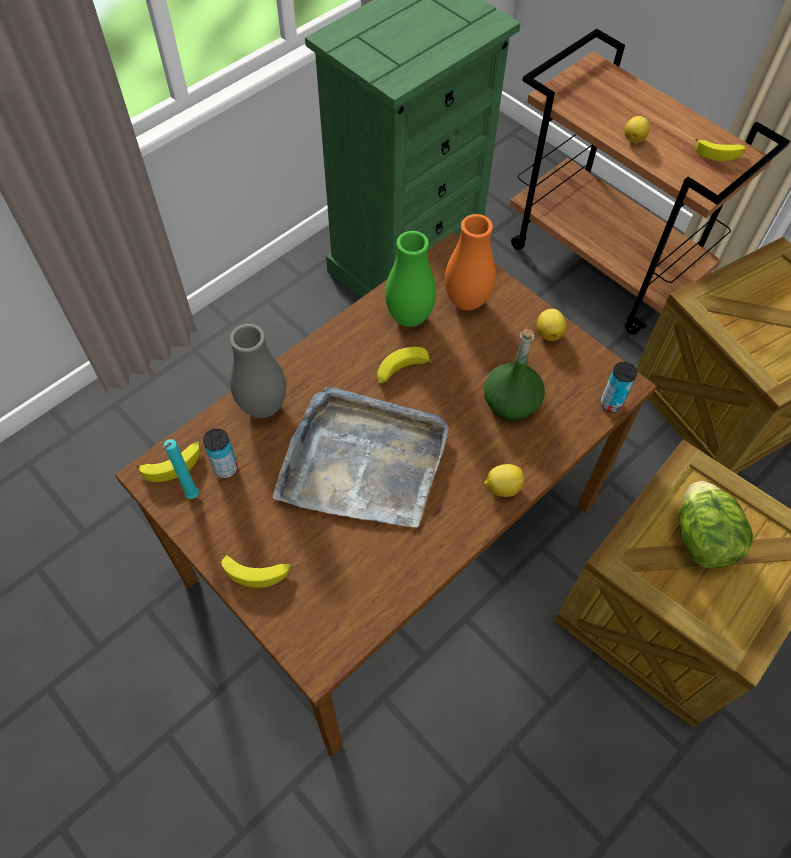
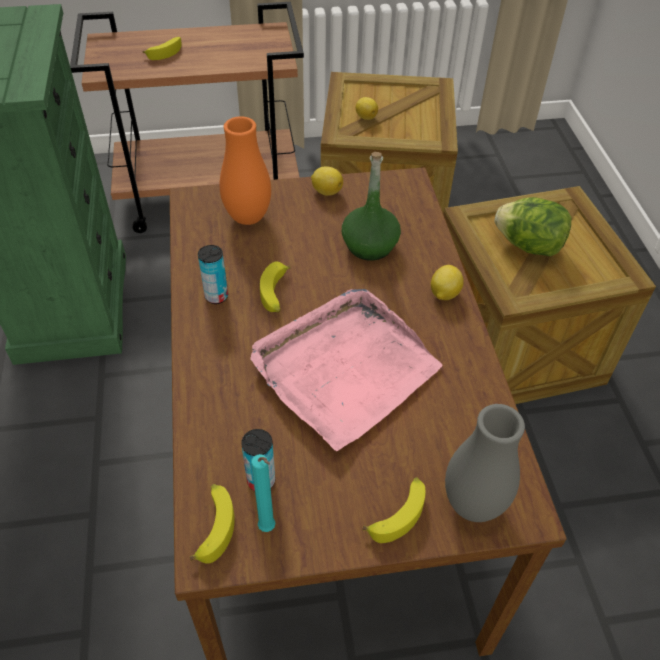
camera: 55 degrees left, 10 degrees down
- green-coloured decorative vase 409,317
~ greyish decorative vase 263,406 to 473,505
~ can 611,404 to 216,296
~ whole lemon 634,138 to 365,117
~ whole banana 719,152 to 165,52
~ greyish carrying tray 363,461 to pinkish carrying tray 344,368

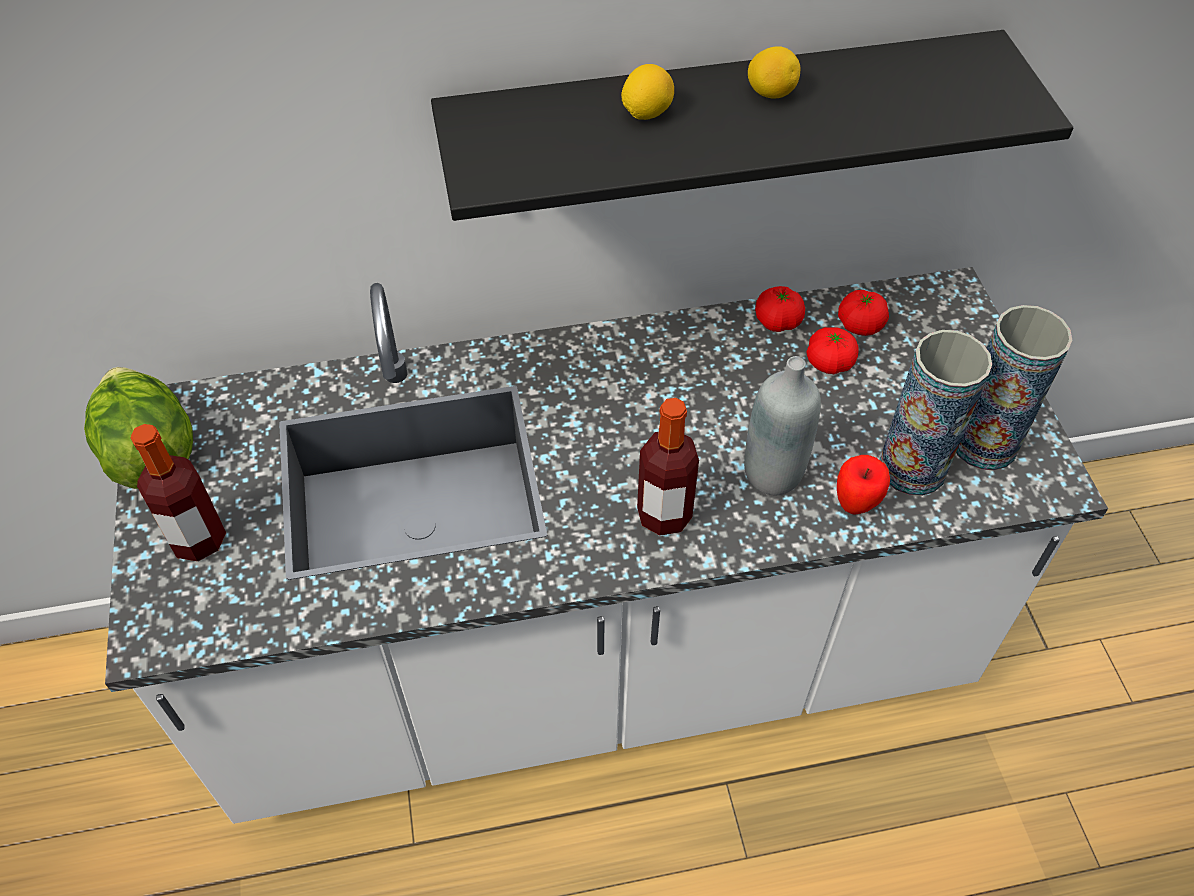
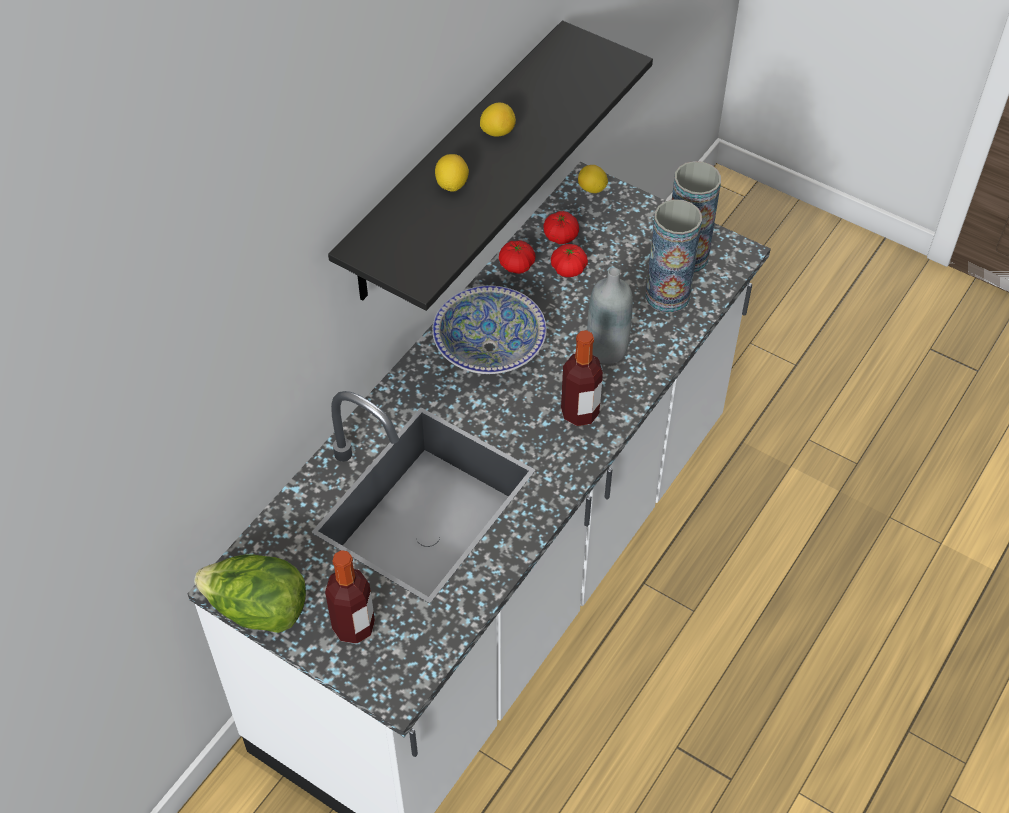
camera: 45 degrees left, 0 degrees up
- whole apple 855,505
+ serving bowl 489,347
+ whole lemon 592,189

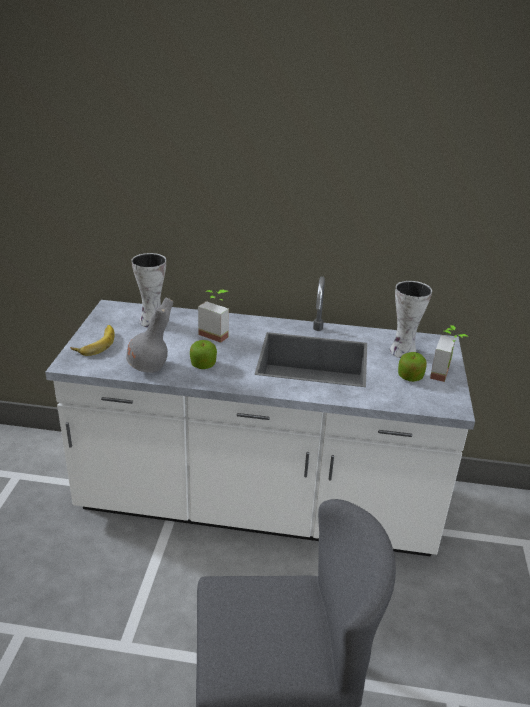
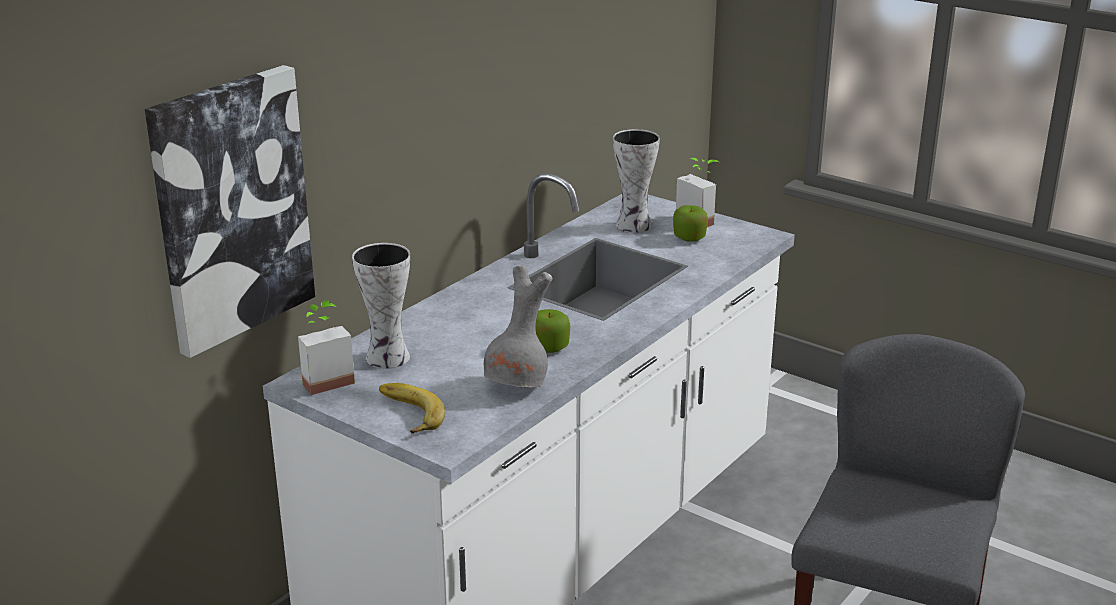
camera: 60 degrees left, 5 degrees down
+ wall art 231,208
~ plant in a pot 216,333 to 325,380

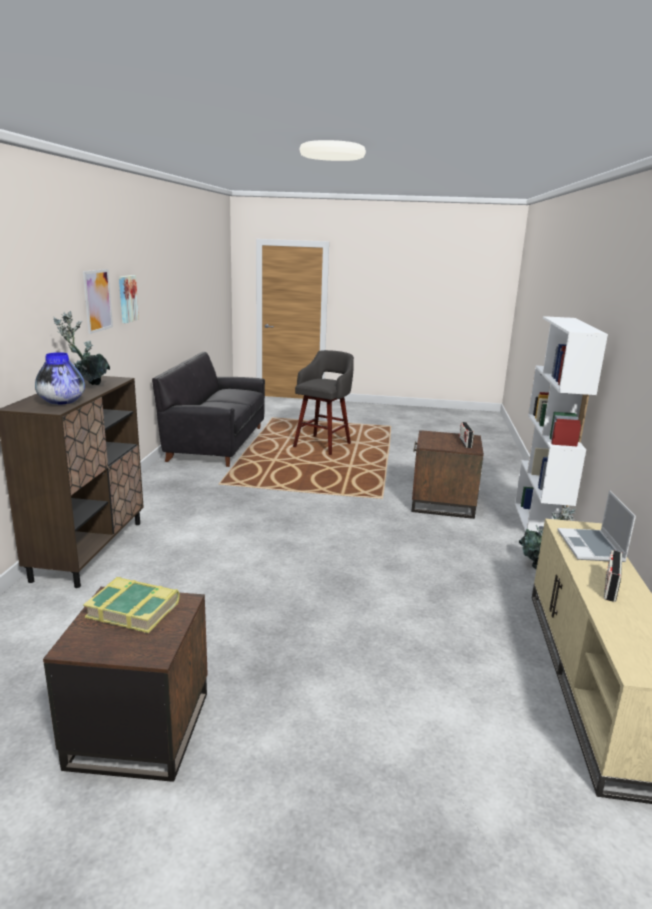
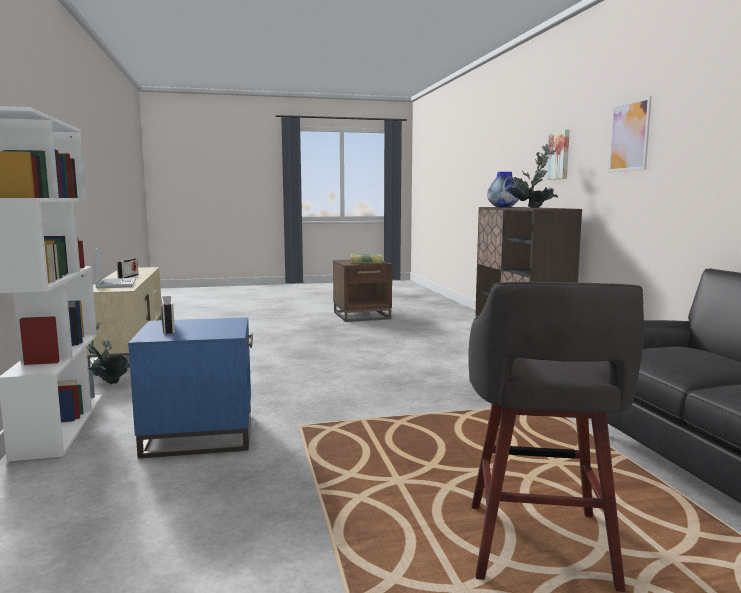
camera: 160 degrees right, 10 degrees down
~ wall art 127,298 to 559,155
~ brown-coloured side table 442,504 to blue side table 199,434

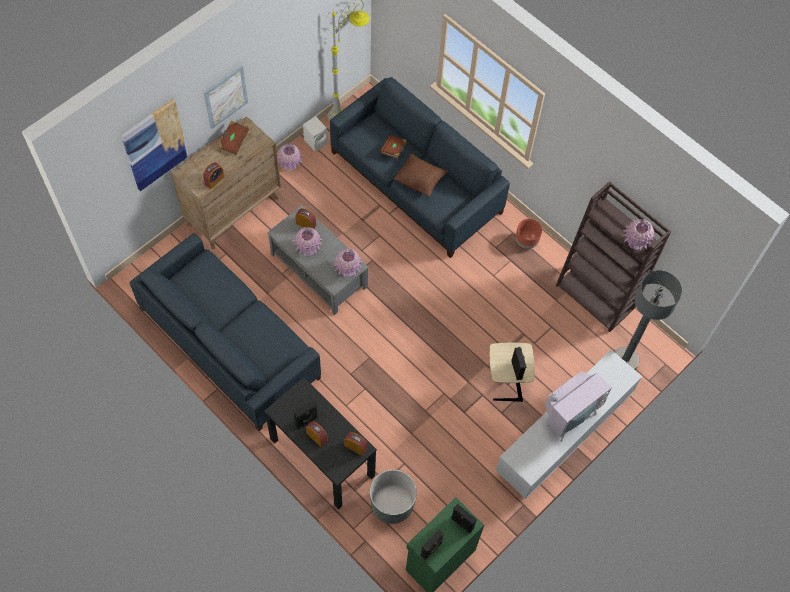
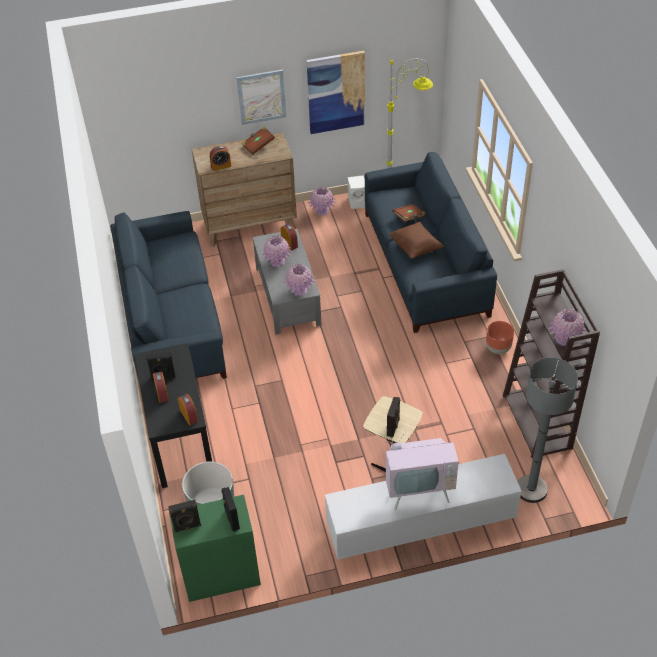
camera: 35 degrees right, 15 degrees down
~ wall art 154,145 to 336,92

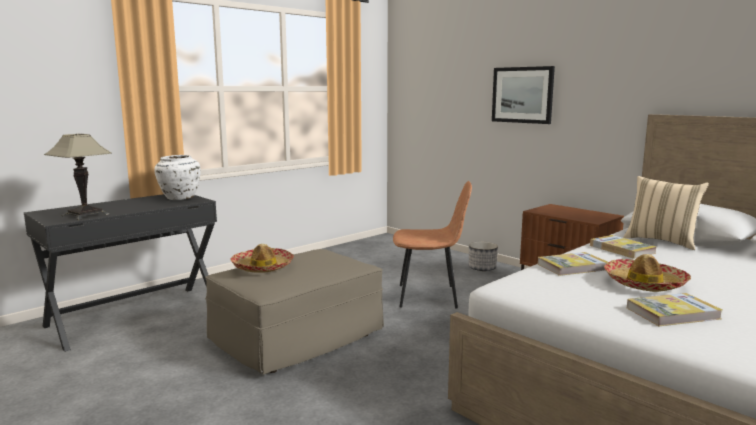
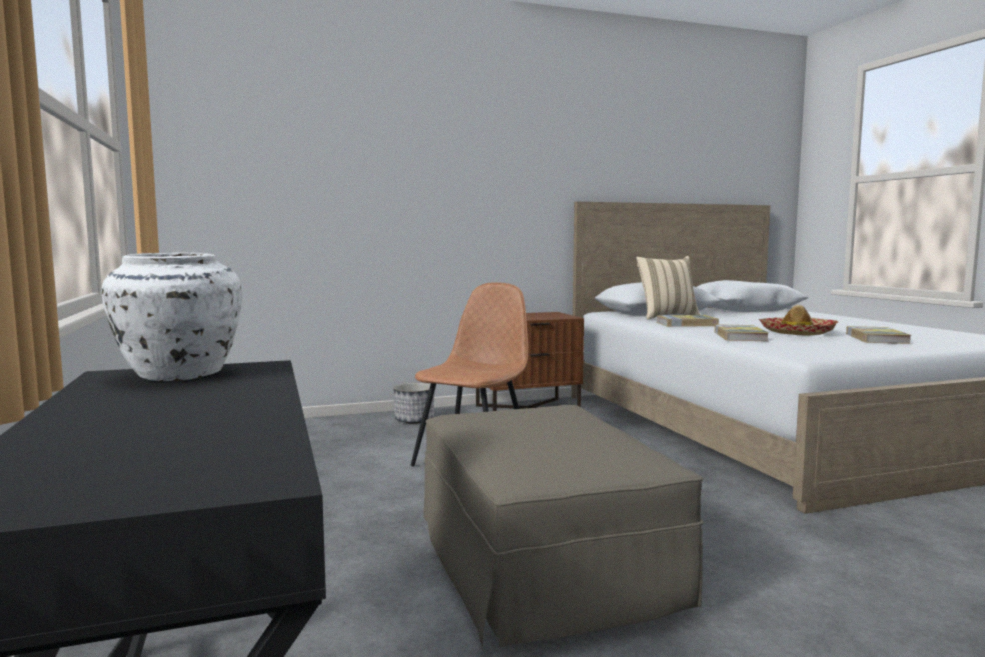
camera: 65 degrees left, 5 degrees down
- table lamp 85,215
- wearable hat 263,267
- wall art 522,95

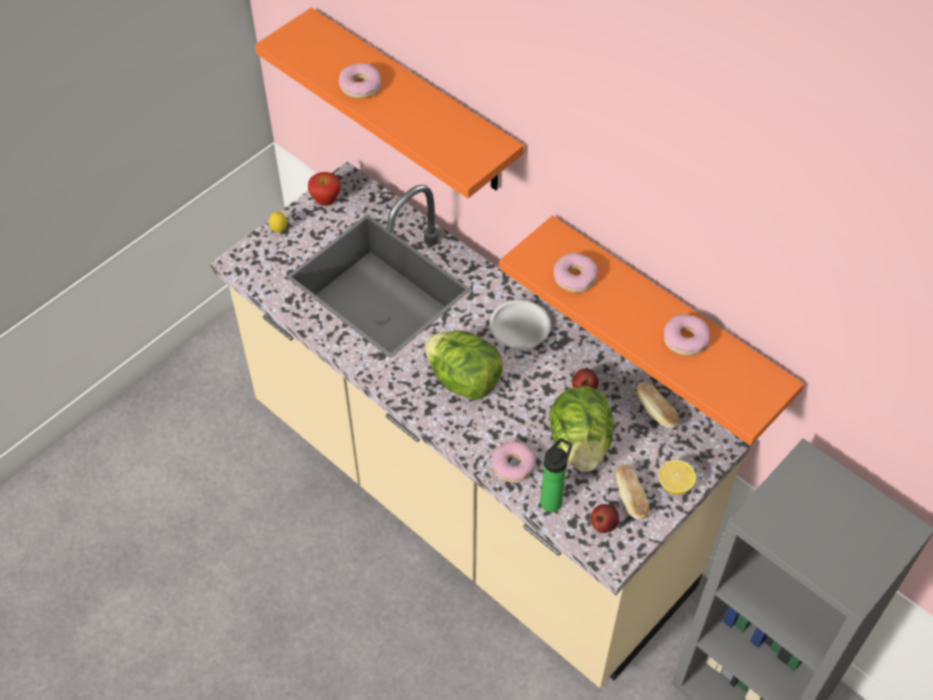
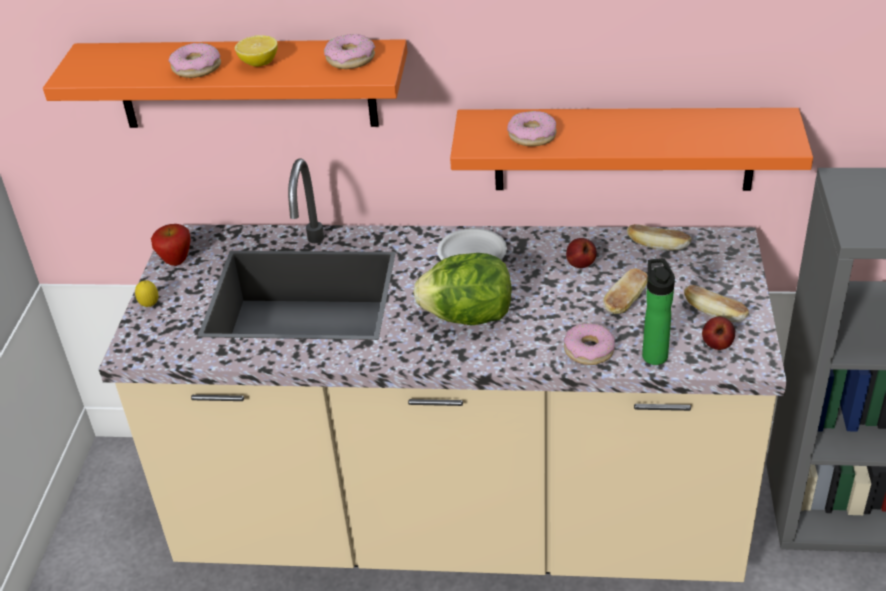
camera: 35 degrees left, 15 degrees down
~ whole lemon 675,484 to 259,63
~ doughnut 685,340 to 350,59
~ head of lettuce 580,444 to baked bread 625,302

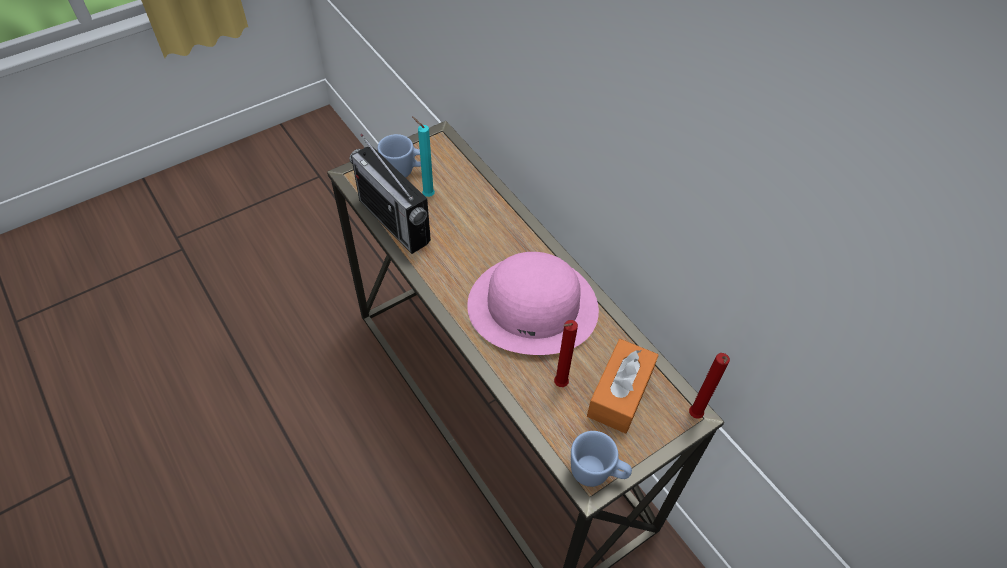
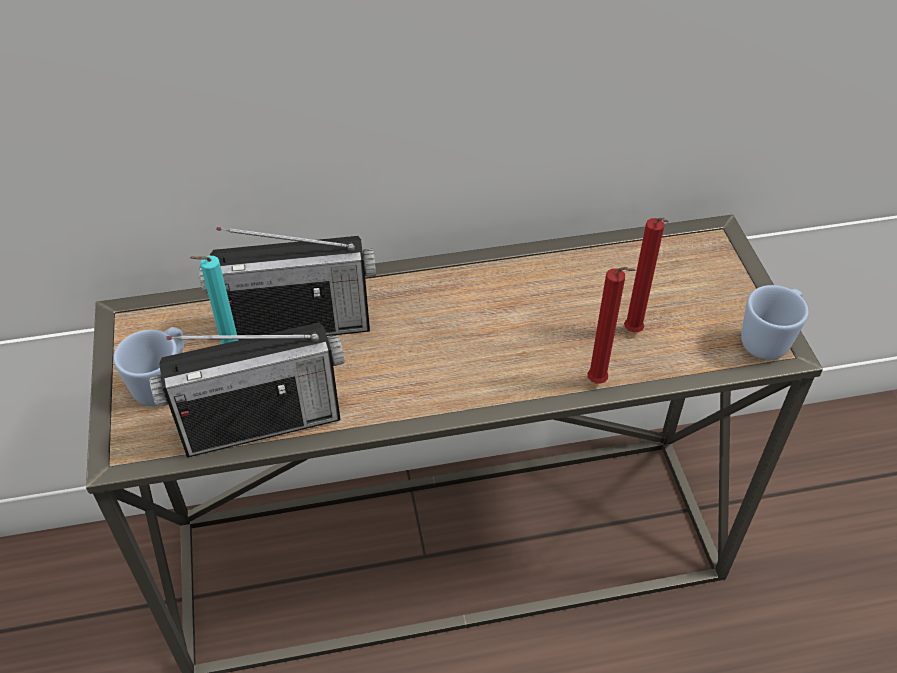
camera: 65 degrees left, 5 degrees down
- pinkish wearable hat 533,306
- orange-coloured tissue box 620,393
+ radio 298,326
~ reddish wax candle 694,416 to 599,383

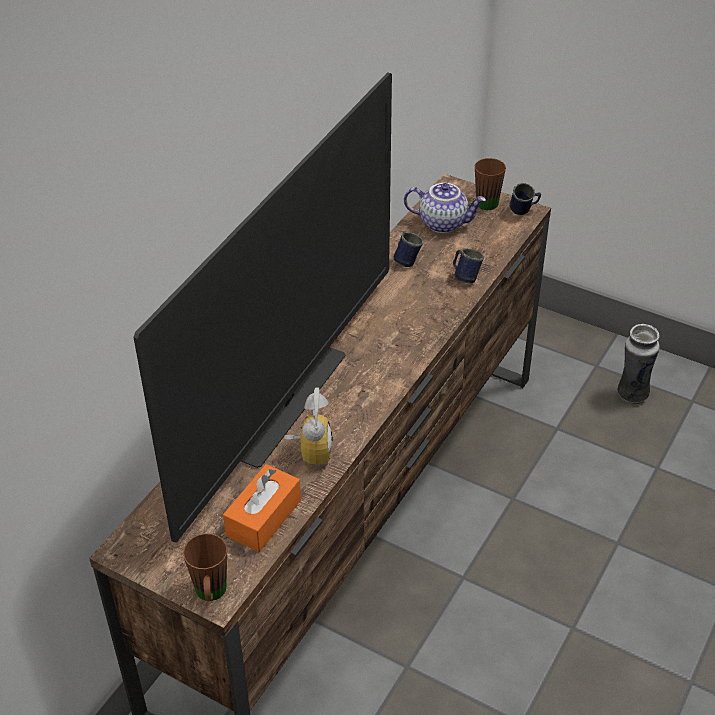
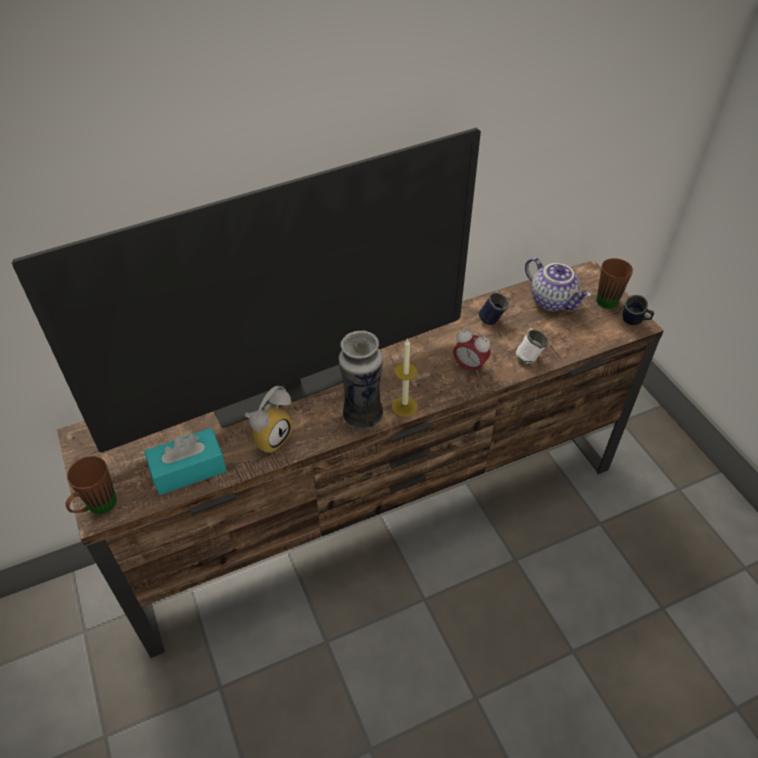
camera: 35 degrees right, 5 degrees up
+ wax candle 404,406
+ table clock 469,366
~ decorative vase 631,395 to 362,417
~ orange-coloured tissue box 263,518 to blue-green tissue box 188,469
~ blue coffee mug 465,277 to whitish coffee mug 528,355

